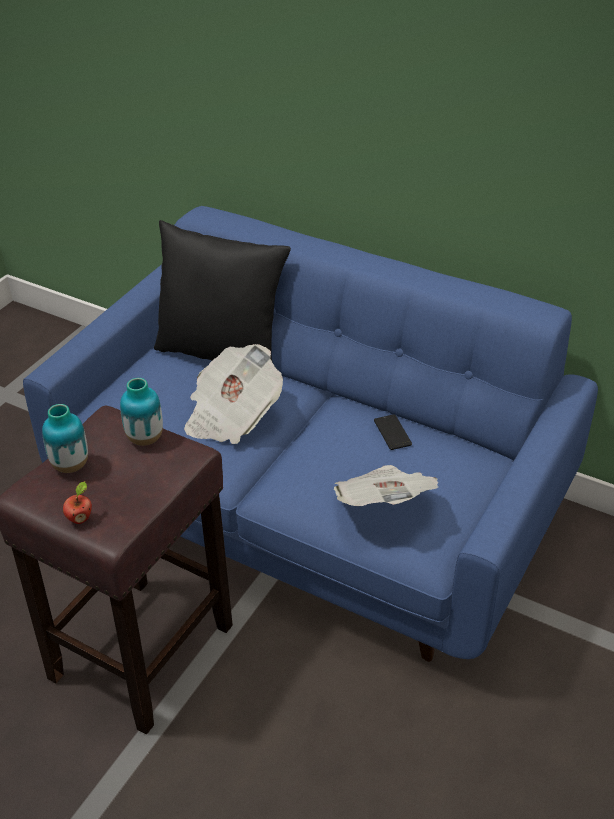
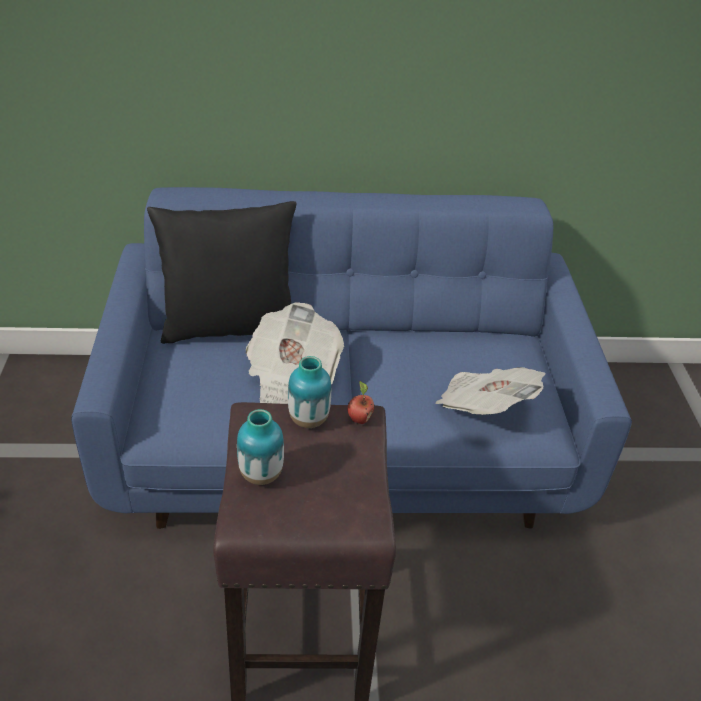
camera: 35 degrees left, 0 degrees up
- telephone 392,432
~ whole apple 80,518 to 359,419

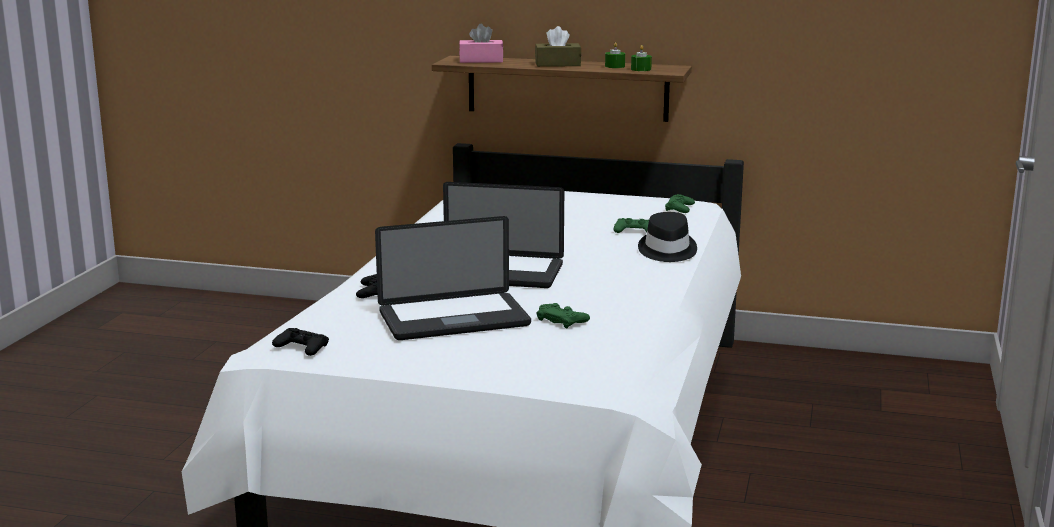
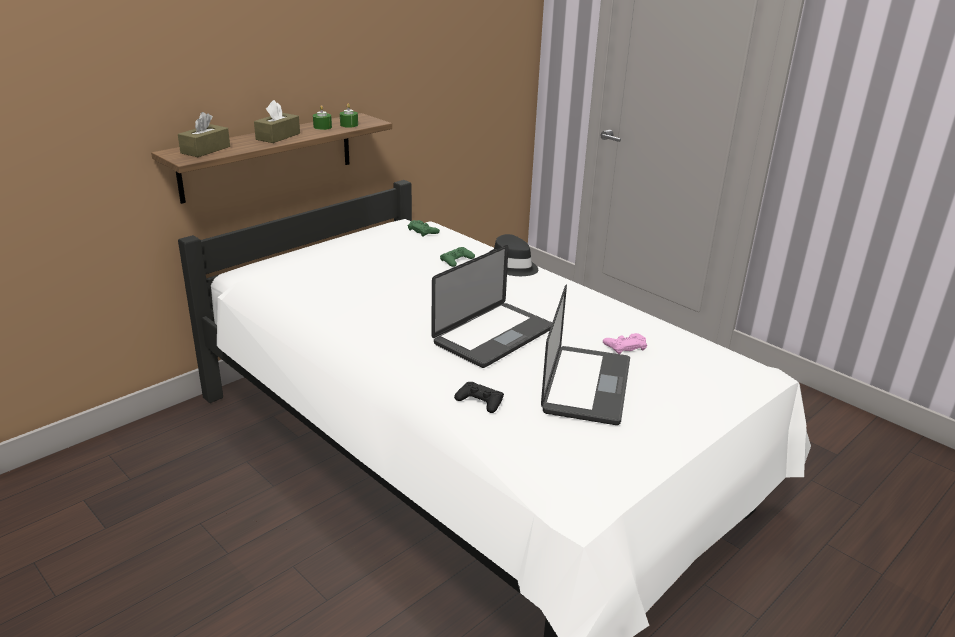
camera: 60 degrees left, 10 degrees up
- black-coloured gamepad 301,347
~ pinkish tissue box 481,60 to brown-coloured tissue box 205,150
~ green-coloured gamepad 561,320 to pinkish gamepad 625,346

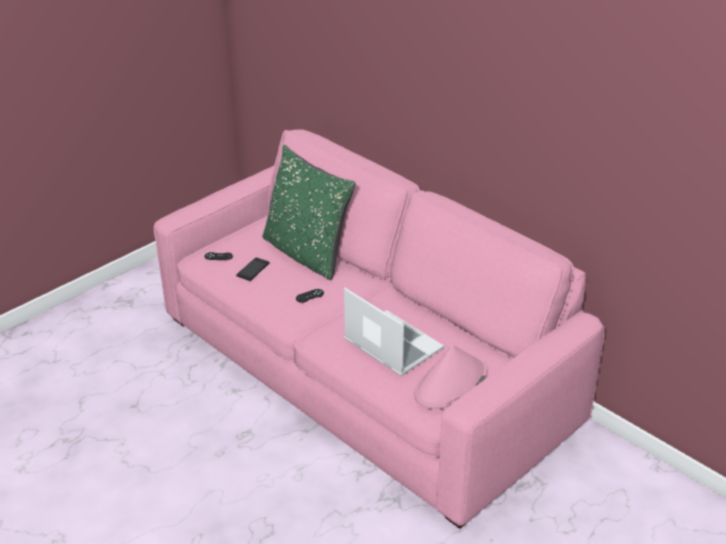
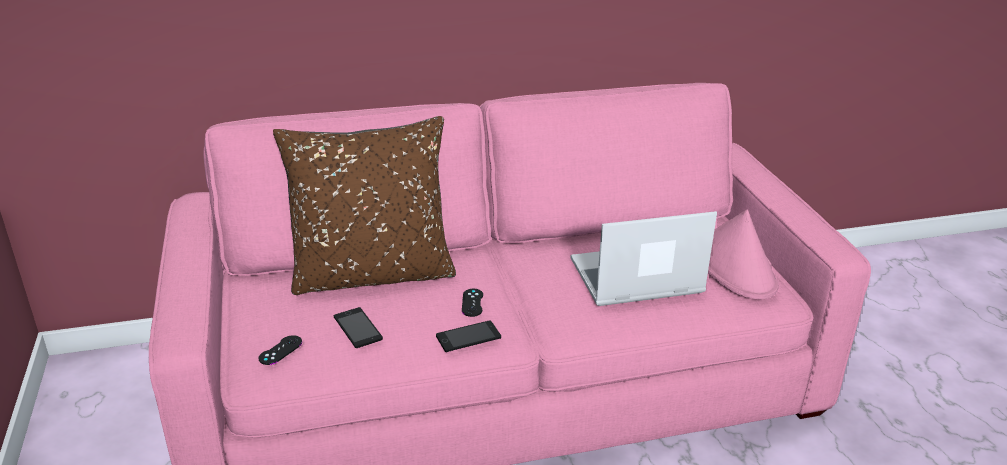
camera: 60 degrees left, 5 degrees down
+ telephone 468,337
~ green-coloured throw pillow 307,253 to brown-coloured throw pillow 373,274

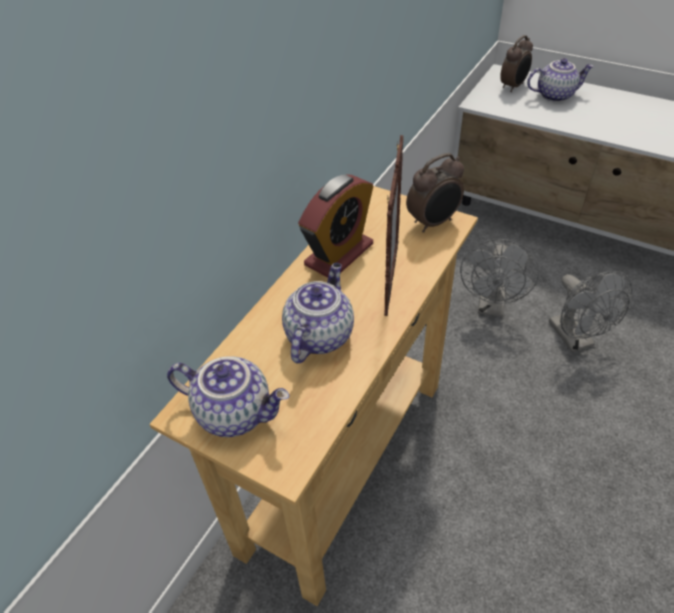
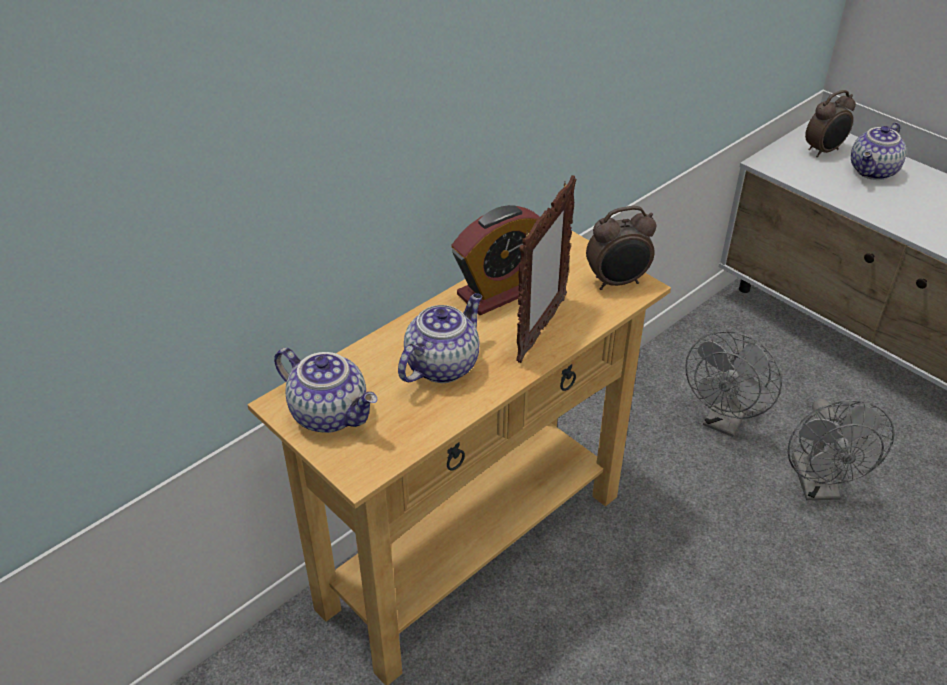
camera: 15 degrees right, 5 degrees down
~ pot for tea 555,95 = 873,172 120 degrees clockwise

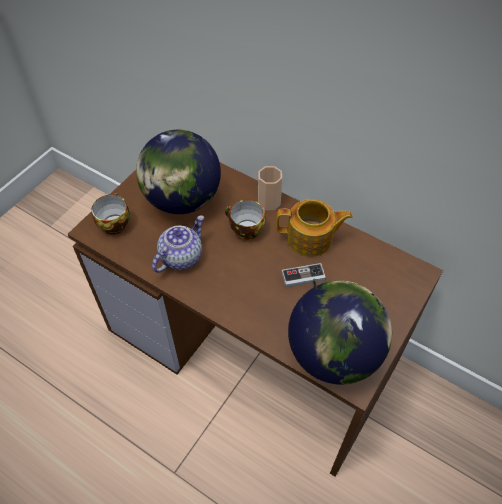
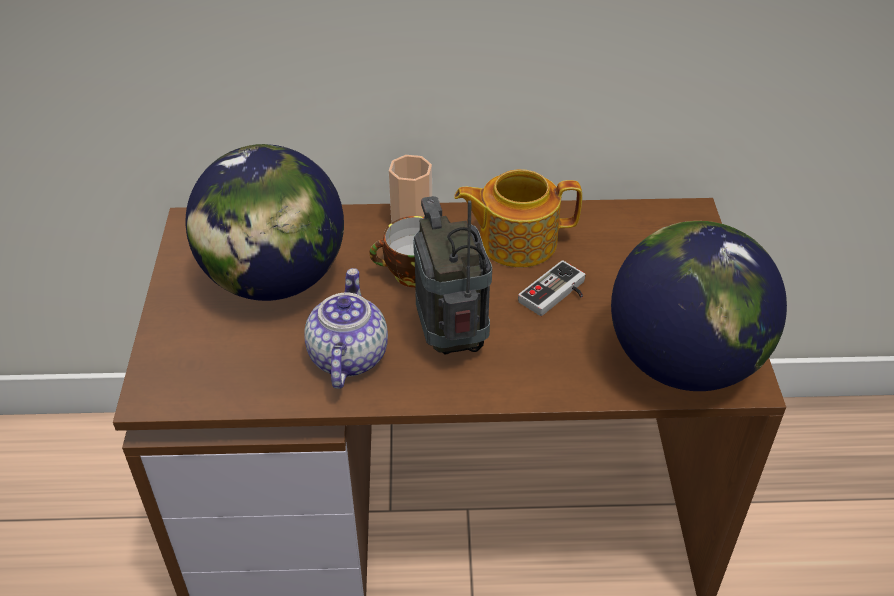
camera: 35 degrees left, 10 degrees down
- small cup 114,223
+ radio 452,338
~ pot for tea 310,239 = 516,241 150 degrees counterclockwise

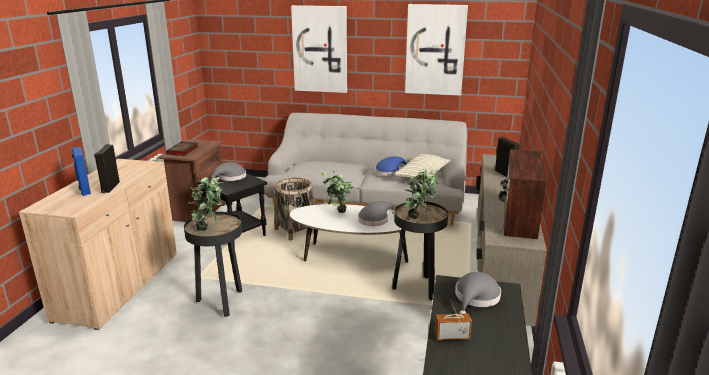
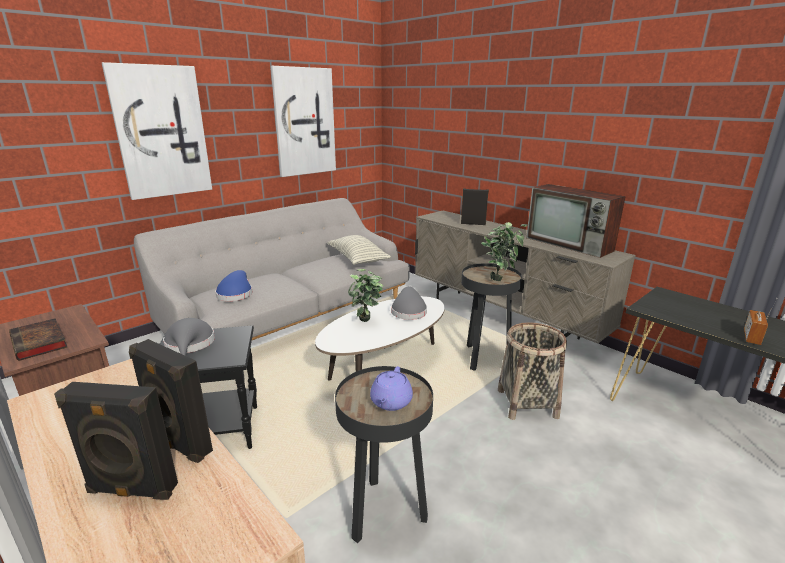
camera: 55 degrees left, 0 degrees up
- greyish wearable hat 476,298
~ household basket 295,230 to 527,403
~ blue wearable hat 389,172 to 235,294
~ plant in a pot 209,228 to purple pot for tea 391,402
~ blue loudspeaker 84,190 to black-coloured loudspeaker 131,490

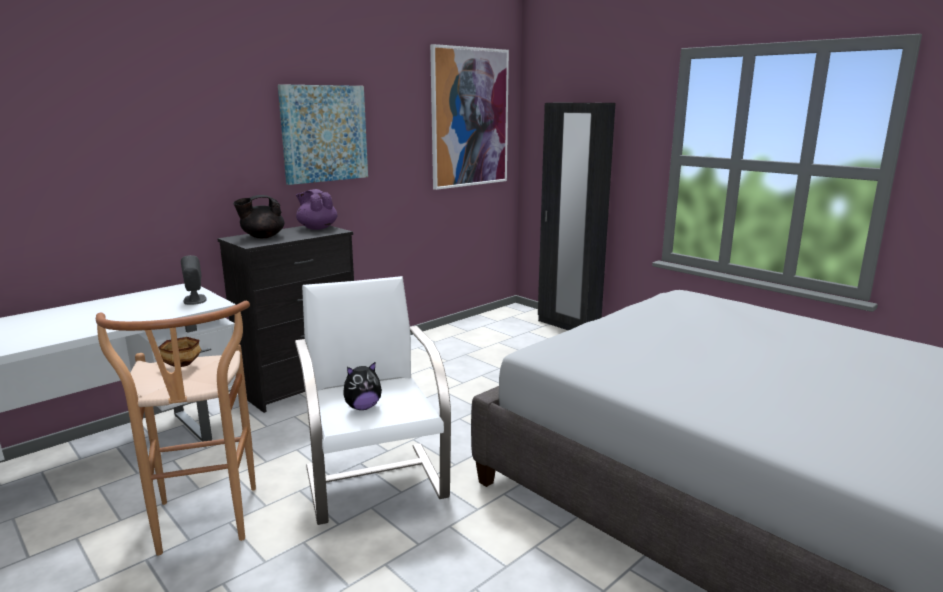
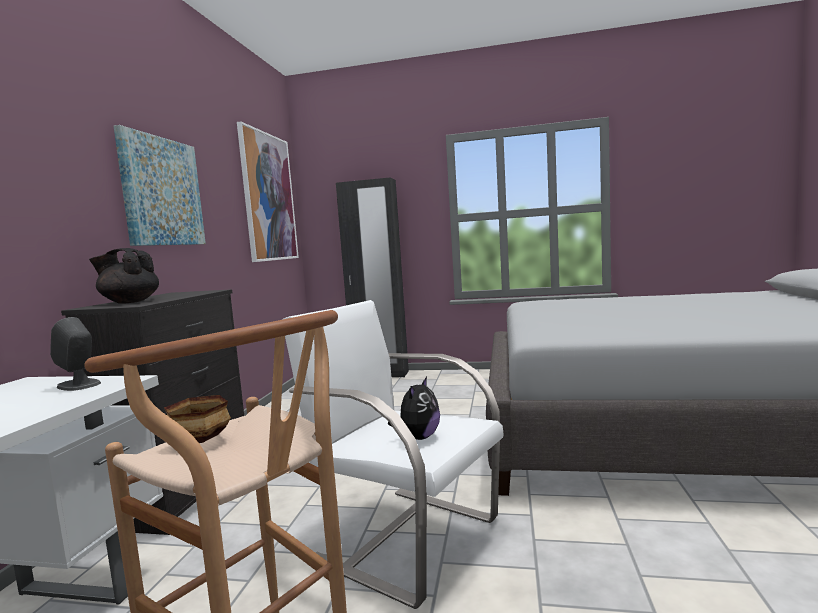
camera: 35 degrees left, 10 degrees down
- purple pot for tea 317,228
~ black-coloured pot for tea 262,237 = 129,302 75 degrees clockwise

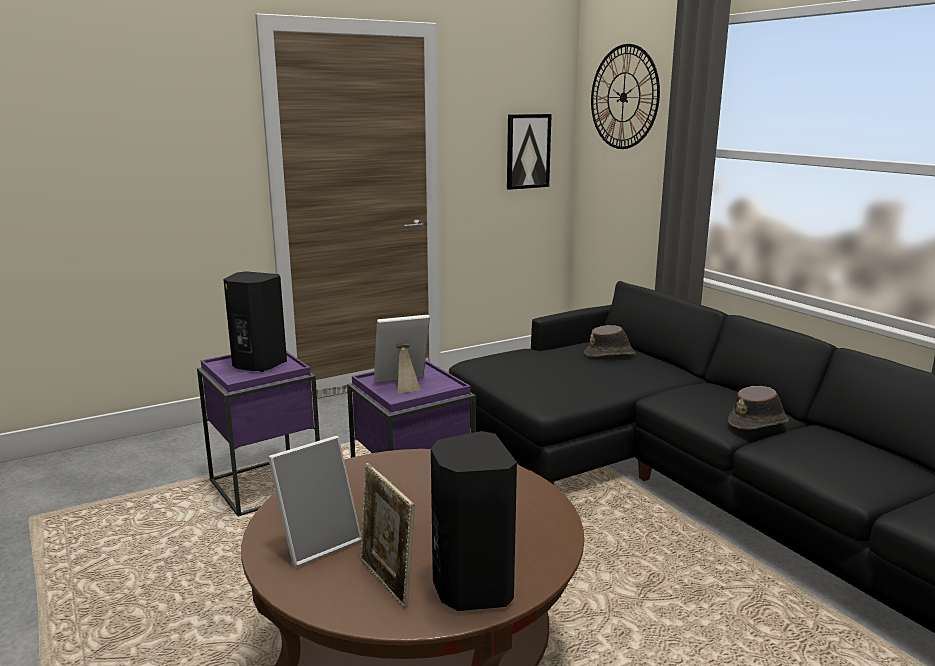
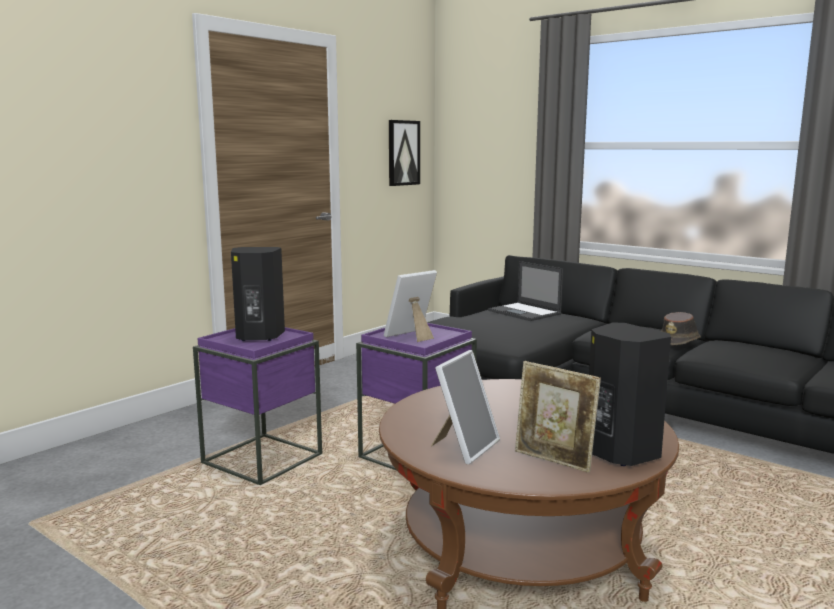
camera: 20 degrees left, 5 degrees down
- wall clock 623,97
~ brown-coloured wearable hat 610,355 to notebook computer 525,312

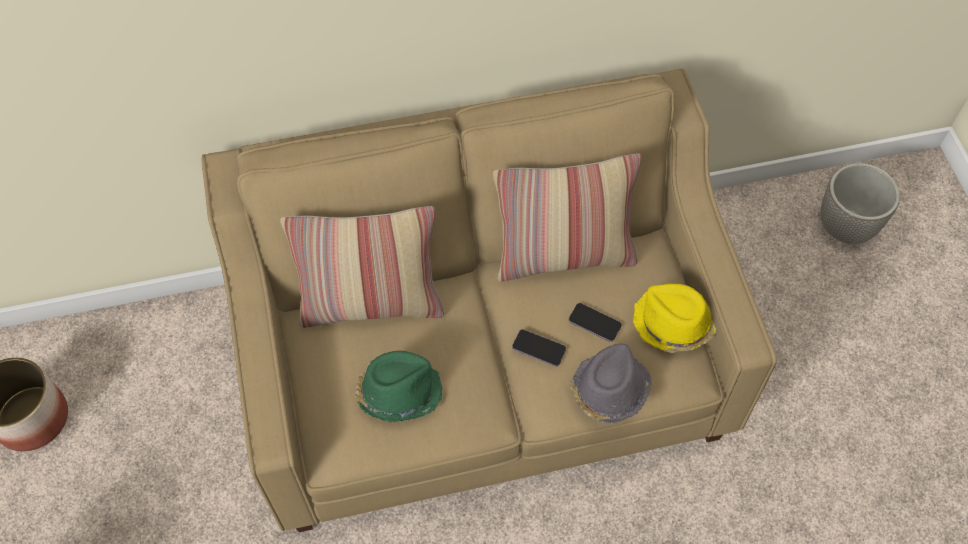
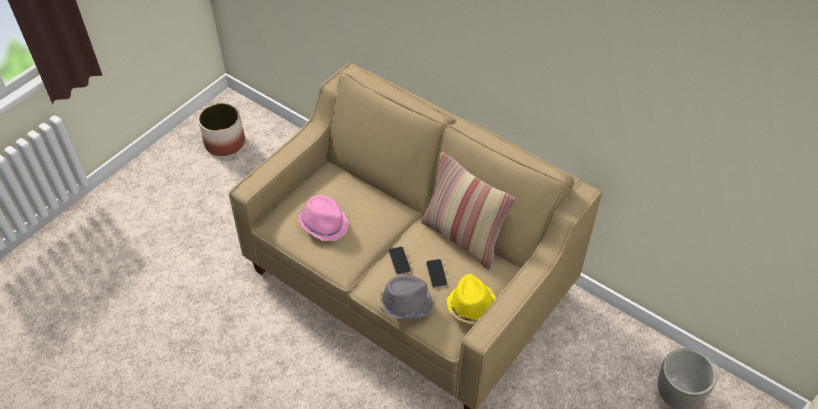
camera: 50 degrees right, 10 degrees down
- throw pillow 371,303
~ green-coloured wearable hat 399,391 to pinkish wearable hat 324,224

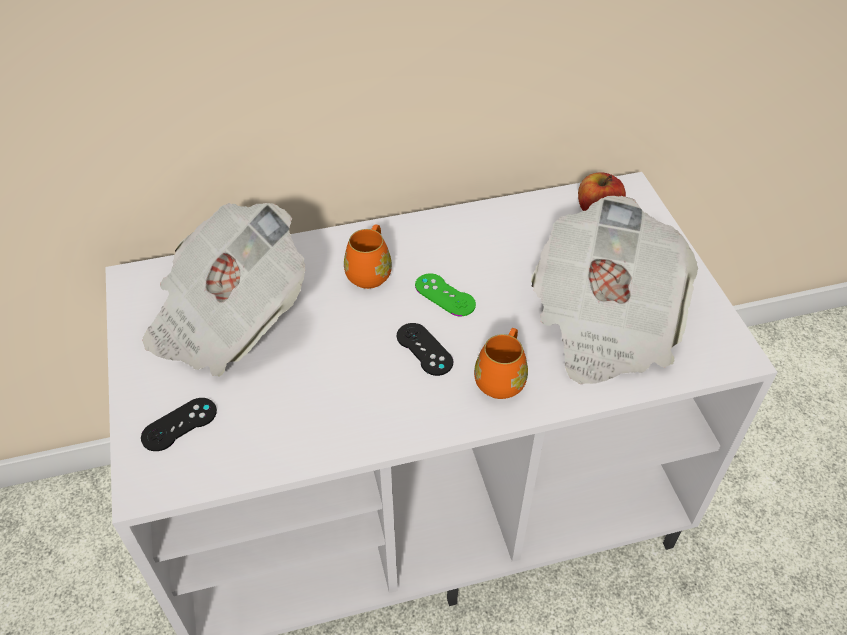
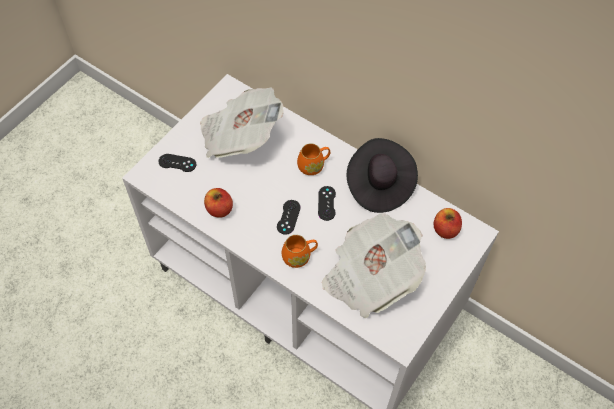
camera: 50 degrees right, 10 degrees up
+ whole apple 219,209
+ black-coloured wearable hat 379,185
~ green-coloured gamepad 445,295 to black-coloured gamepad 326,203

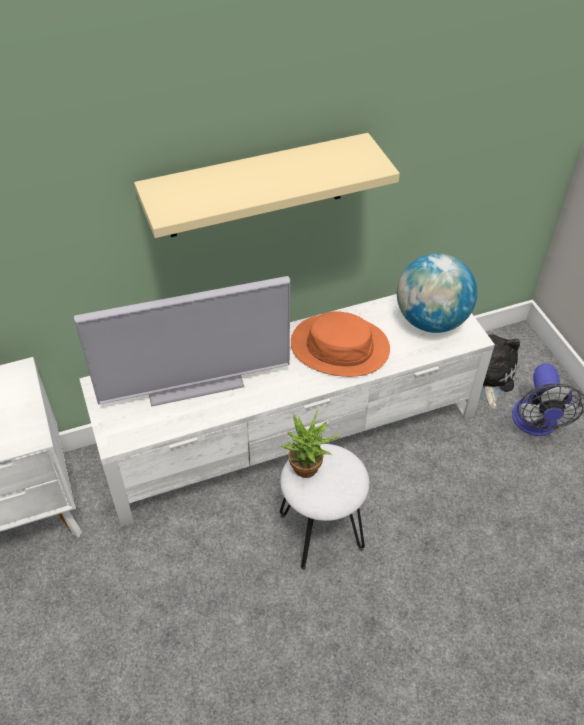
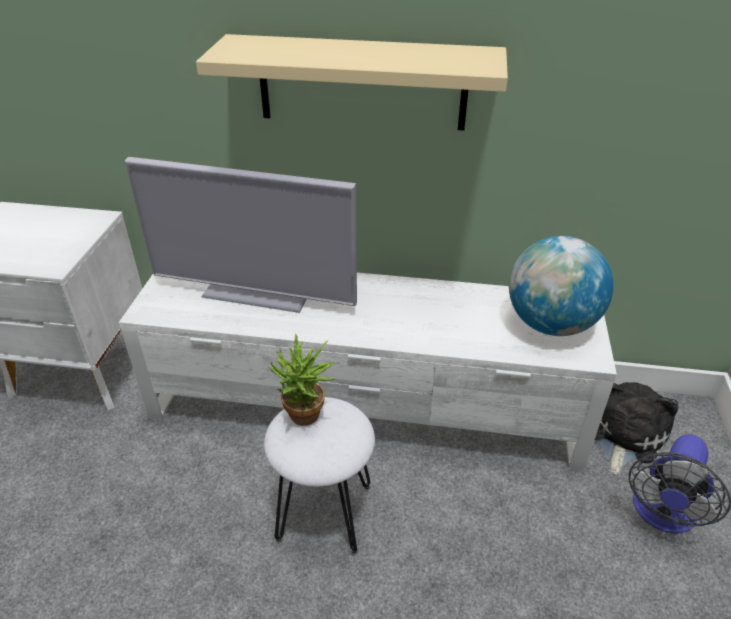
camera: 30 degrees right, 10 degrees down
- orange-coloured wearable hat 340,346

